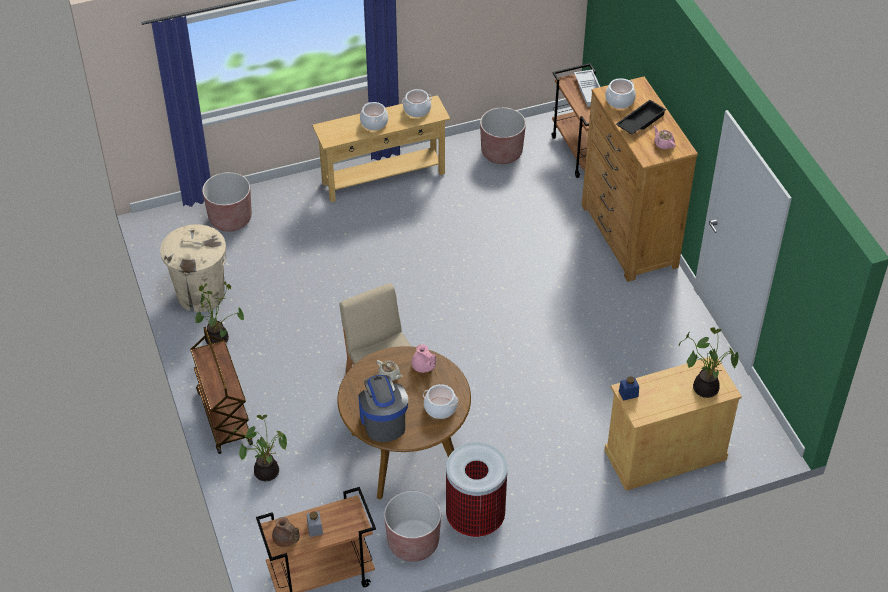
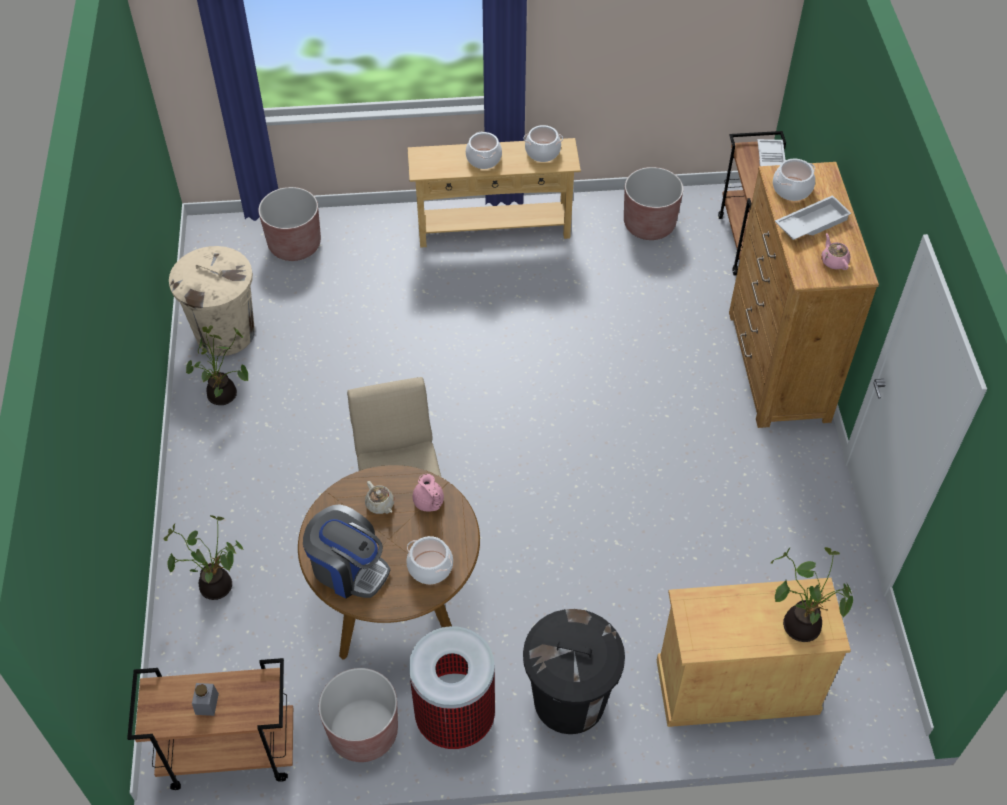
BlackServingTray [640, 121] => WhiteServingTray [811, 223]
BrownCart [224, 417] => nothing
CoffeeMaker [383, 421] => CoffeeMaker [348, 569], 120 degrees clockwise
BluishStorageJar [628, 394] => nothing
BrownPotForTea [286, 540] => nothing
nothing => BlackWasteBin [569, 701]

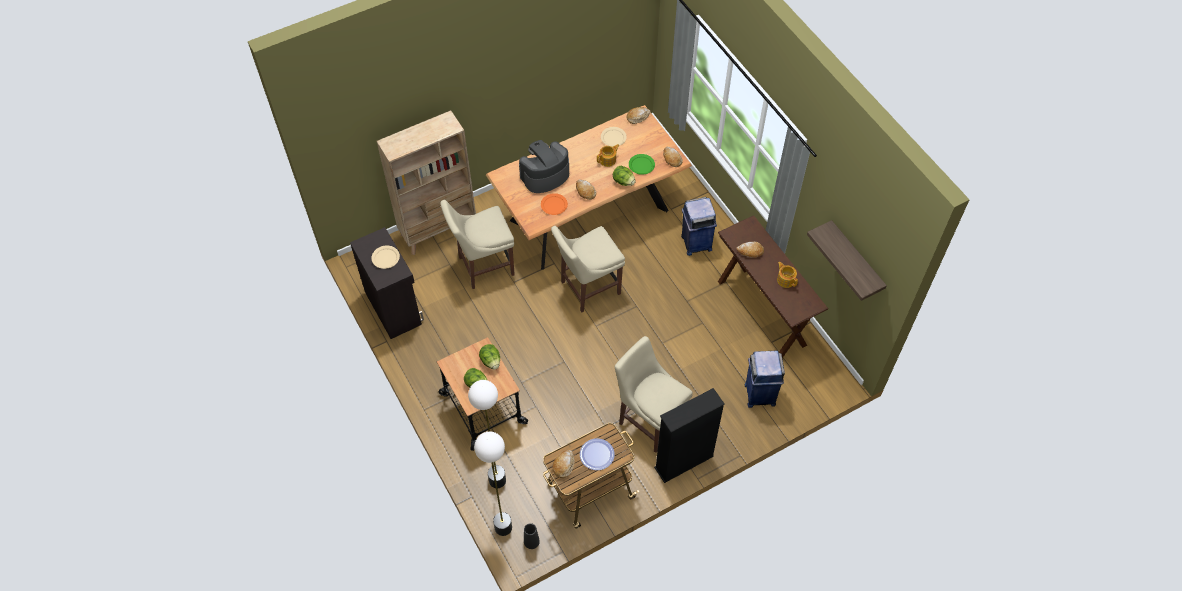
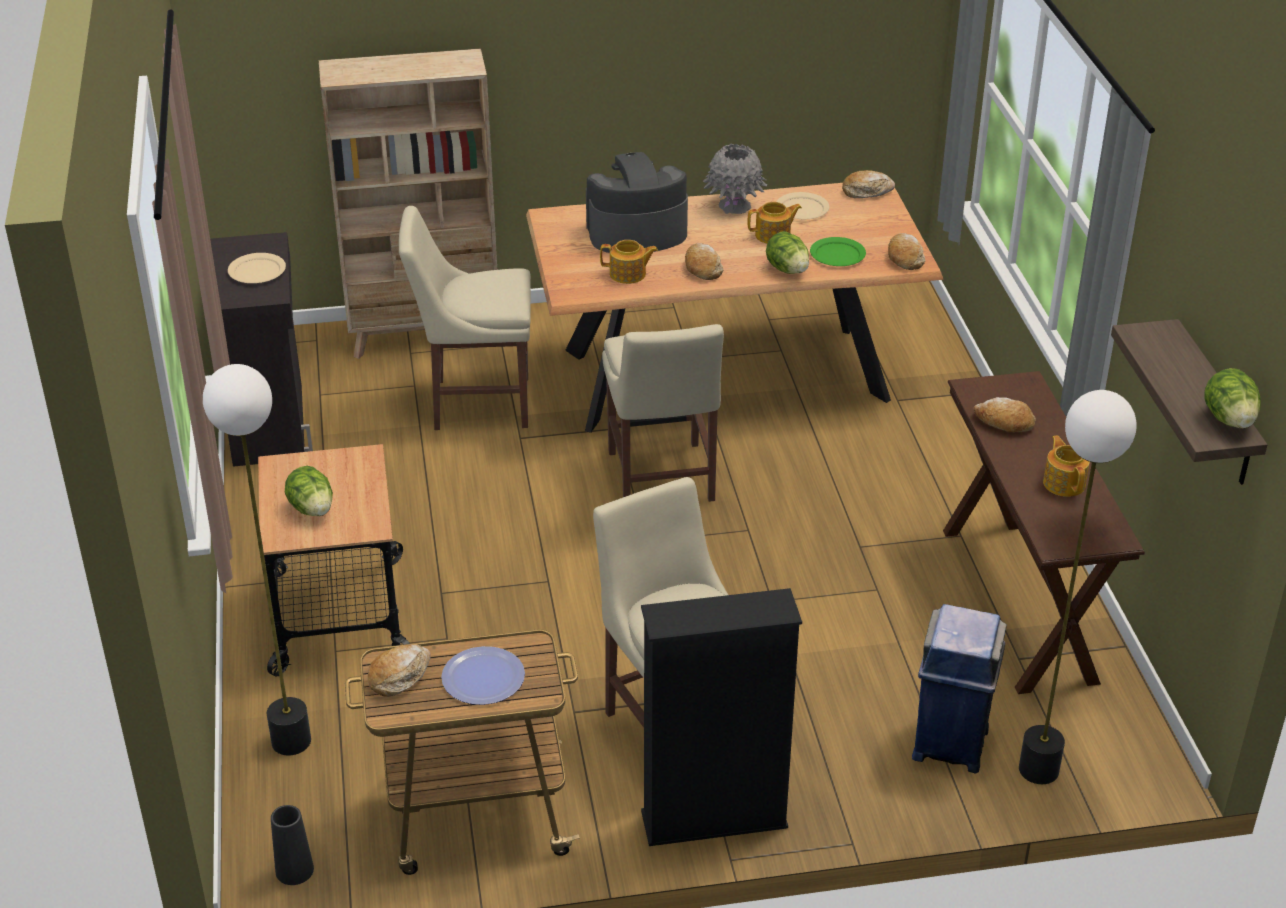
OrangeColouredDinnerPlate [554, 205] => PotForTea [628, 274]
BluishWasteBin [695, 243] => nothing
BeigeChair [587, 288] => BeigeChair [661, 480], 90 degrees counterclockwise
LettuceHead [491, 361] => LettuceHead [1229, 419], move
StandingLamp [503, 528] => StandingLamp [1038, 770], move
nothing => GrayVase [734, 206]

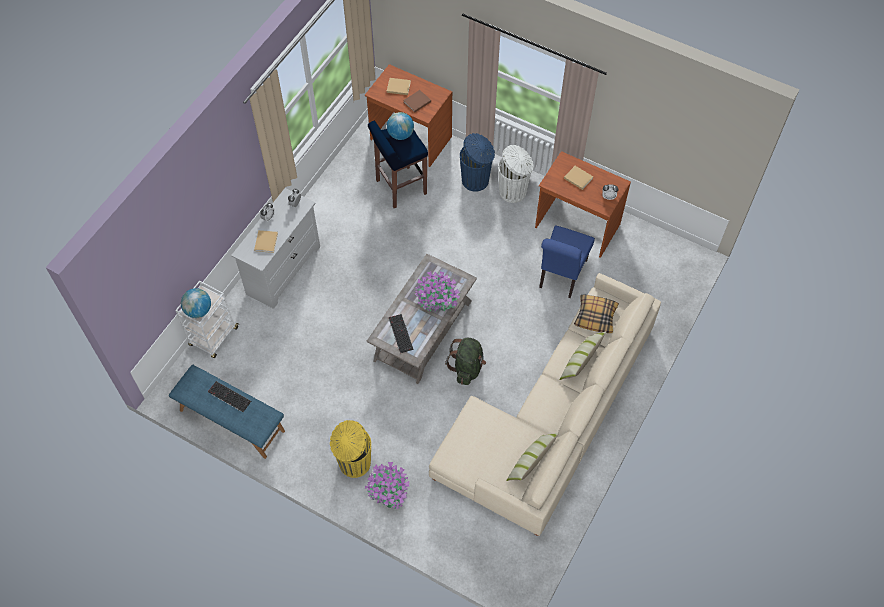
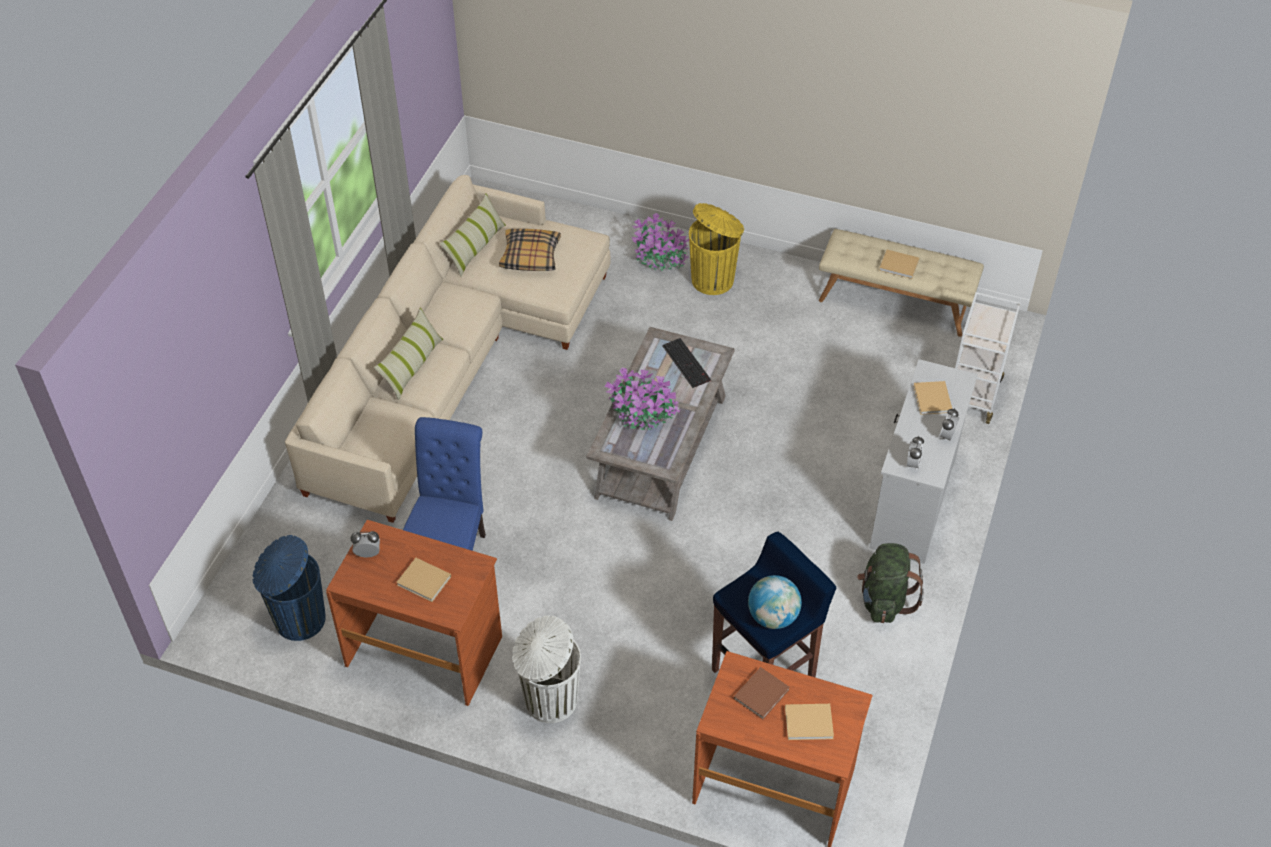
BluishWasteBin [476, 180] => BluishWasteBin [298, 619], move
Globe [198, 310] => nothing
Cushion [595, 316] => Cushion [530, 256], move
GreenColouredBackpack [467, 367] => GreenColouredBackpack [884, 600], move
BluishBench [231, 421] => BeigeBench [895, 302]
ComputerKeyboard [228, 397] => BeigeVolume [900, 265]

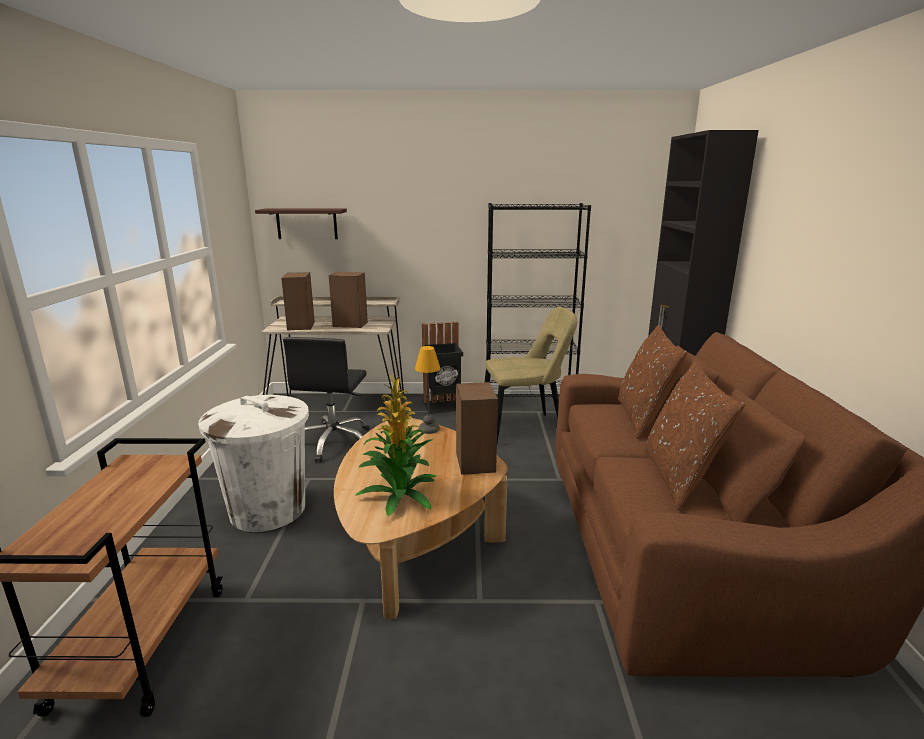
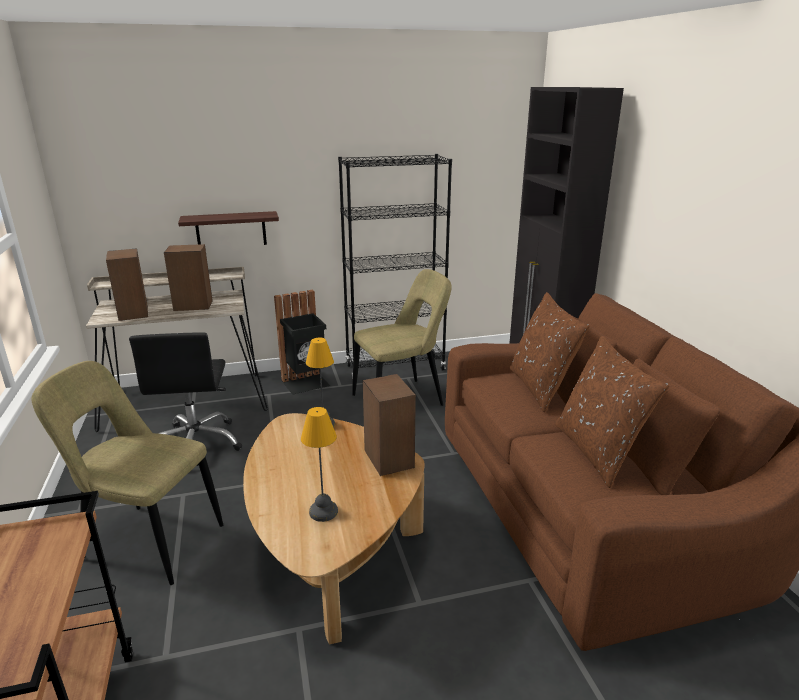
BracketShelf [306, 223] => BracketShelf [231, 230], move
PlantInAPot [398, 494] => TableLamp [324, 511]
WhiteWasteBin [268, 509] => BeigeChair [148, 541]

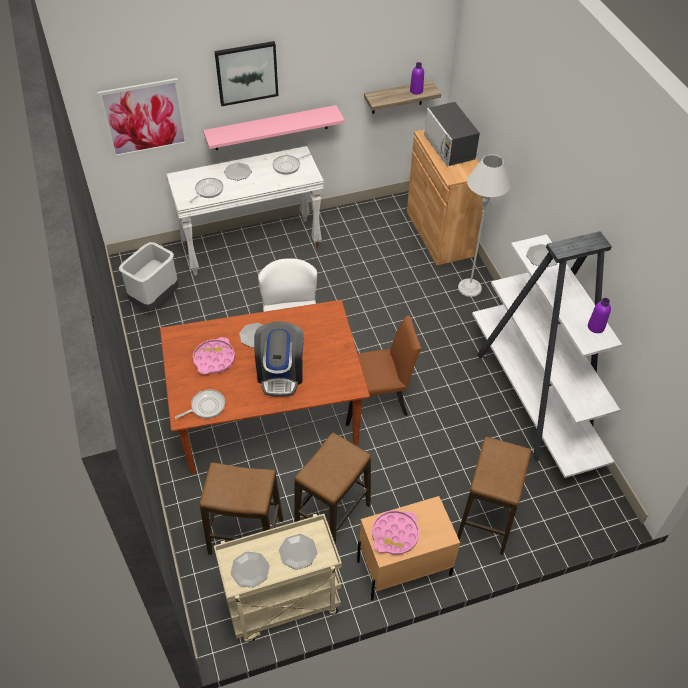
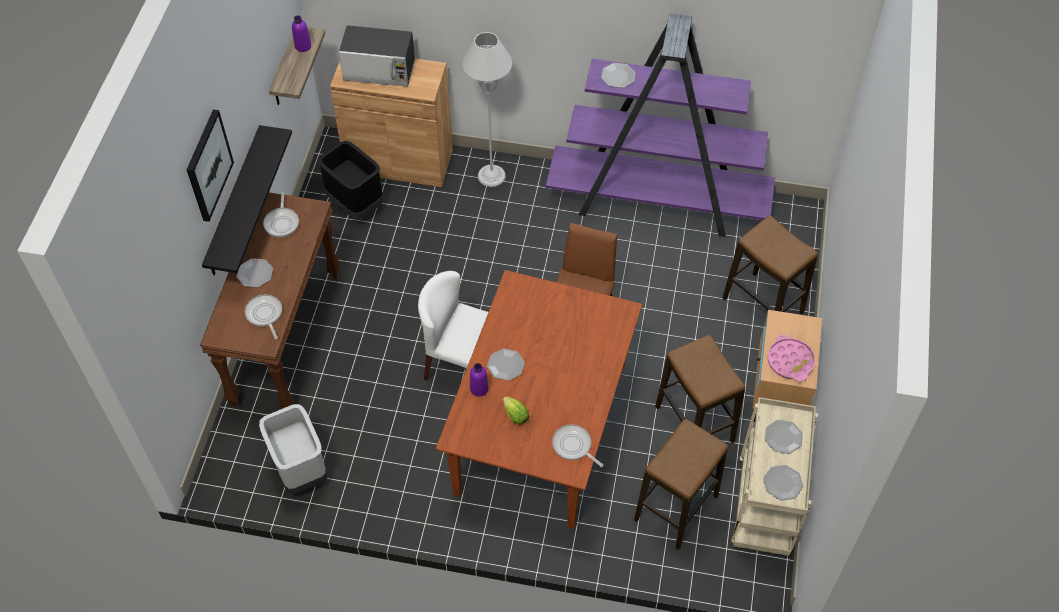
WallArt [144, 118] => nothing
PinkColouredBracketShelf [271, 128] => BlackBracketShelf [234, 203]
WhiteHallTable [252, 245] => BrownHallTable [286, 338]
WhiteShelvingUnit [533, 400] => PurpleShelvingUnit [658, 201]
PurpleBeverageBottle [596, 327] => PurpleBeverageBottle [479, 389], move
CoffeeMaker [280, 373] => nothing
PinkColouredServingTray [214, 359] => LettuceHead [514, 414]
Pan [205, 406] => Pan [573, 446], 45 degrees counterclockwise
nothing => BlackWasteBin [355, 205]

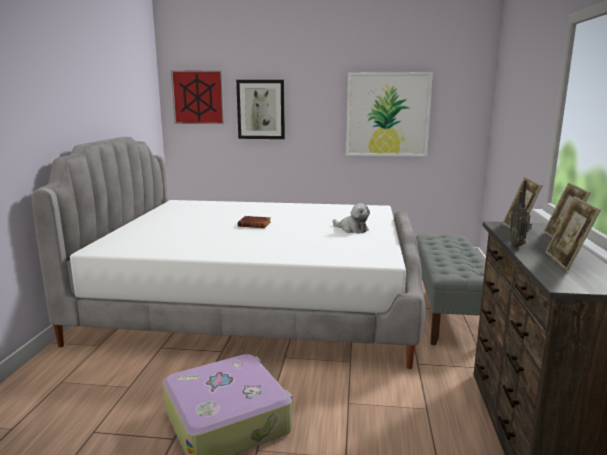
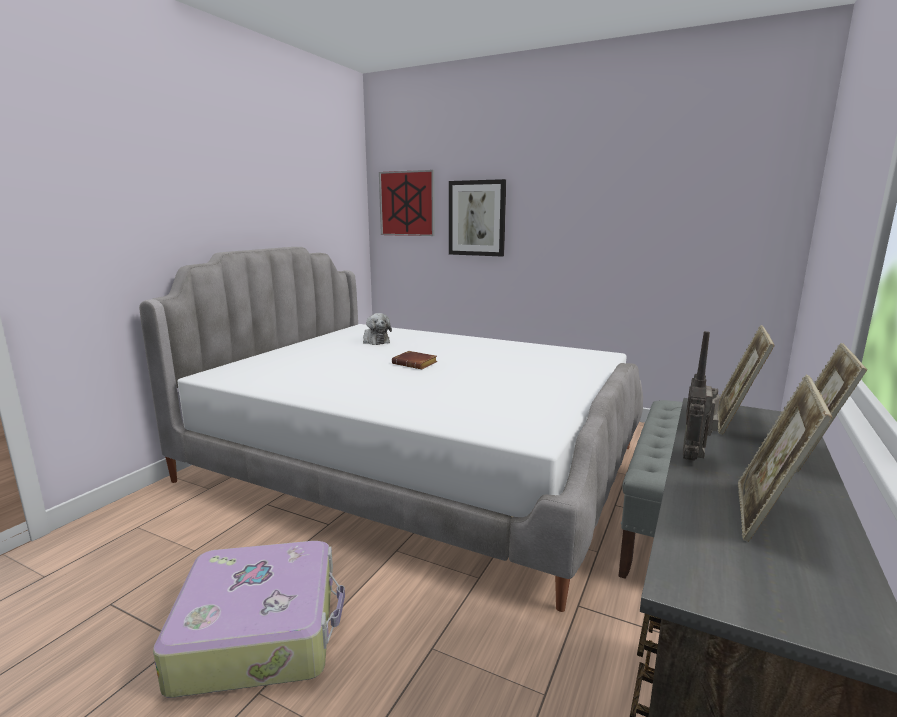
WallArt [387, 114] => nothing
CuddlyToy [352, 229] => CuddlyToy [375, 341], move

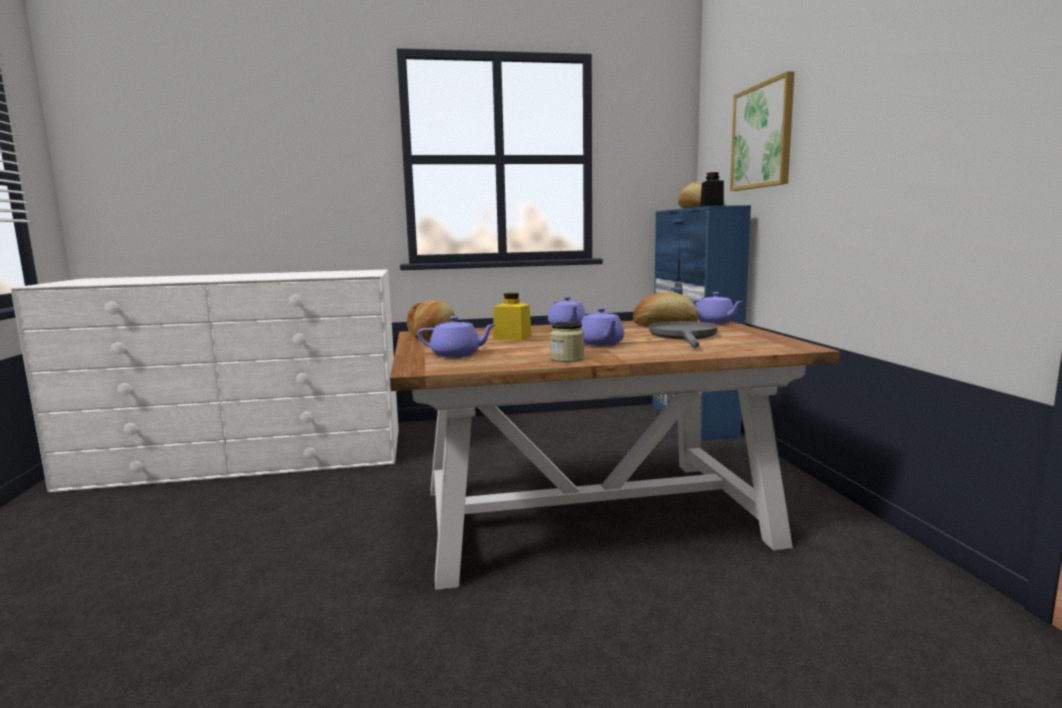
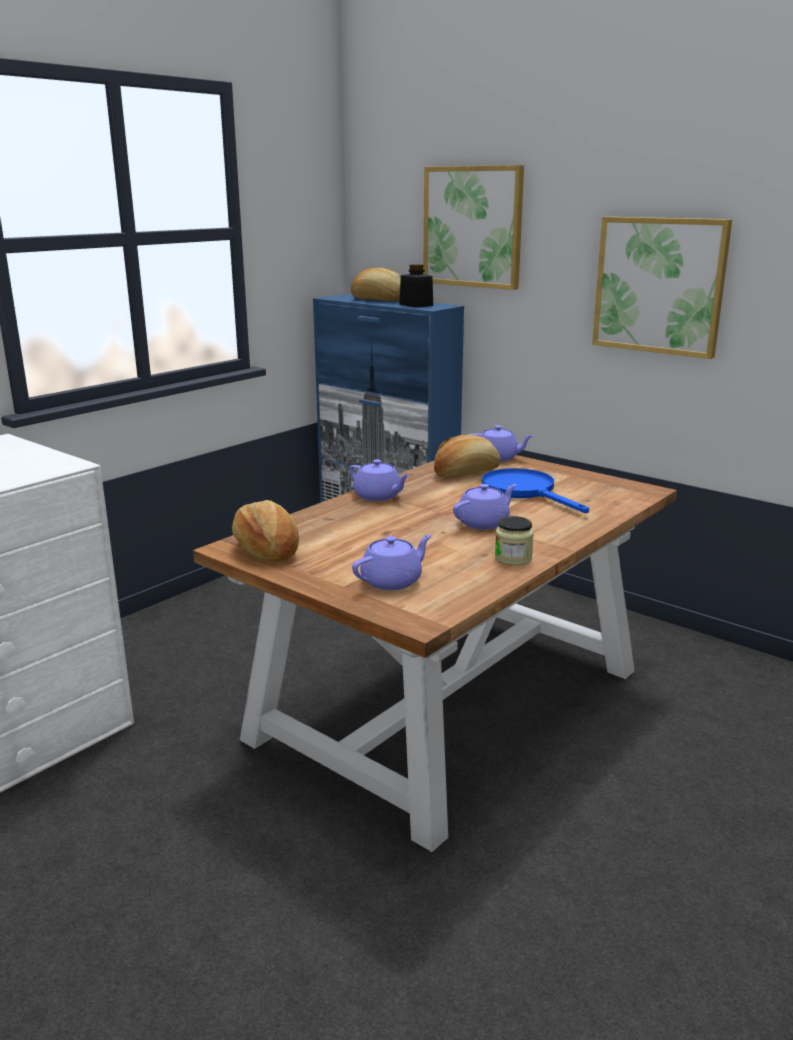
YellowStorageJar [512, 337] => nothing
PurplePotForTea [601, 344] => PurplePotForTea [484, 523], 75 degrees counterclockwise
GrayPan [684, 336] => BluishPan [525, 491]
nothing => WallArt [659, 285]

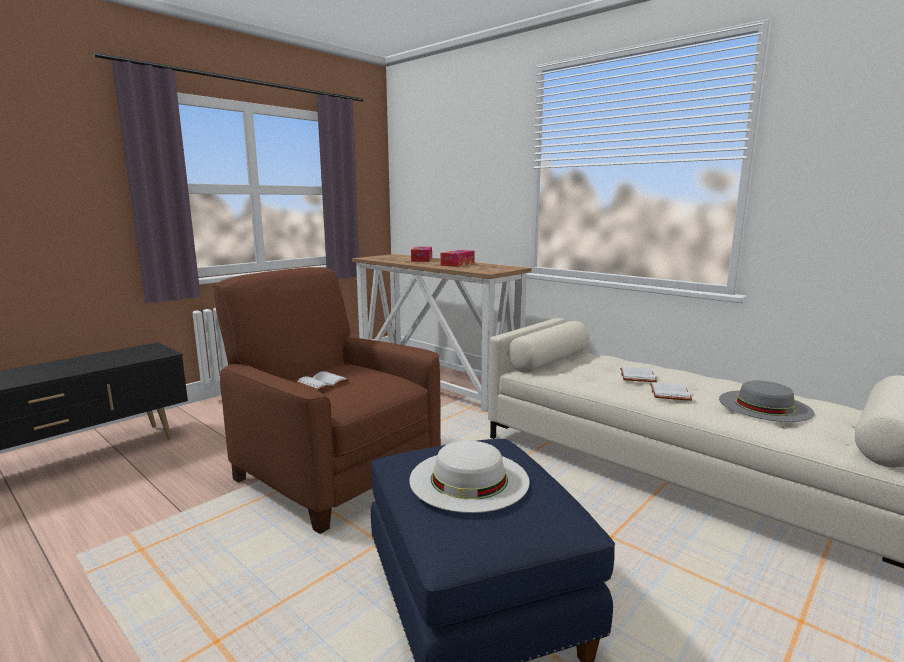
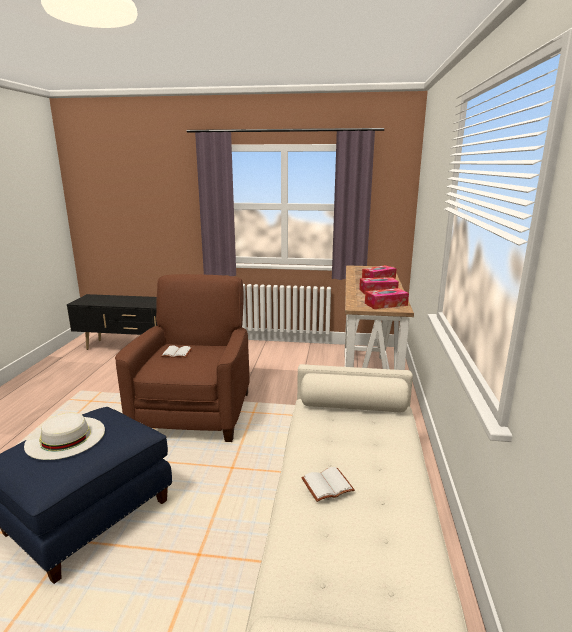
WhiteVolume [638, 376] => nothing
GrayWearableHat [765, 405] => nothing
nothing => TissueHolder [386, 304]

